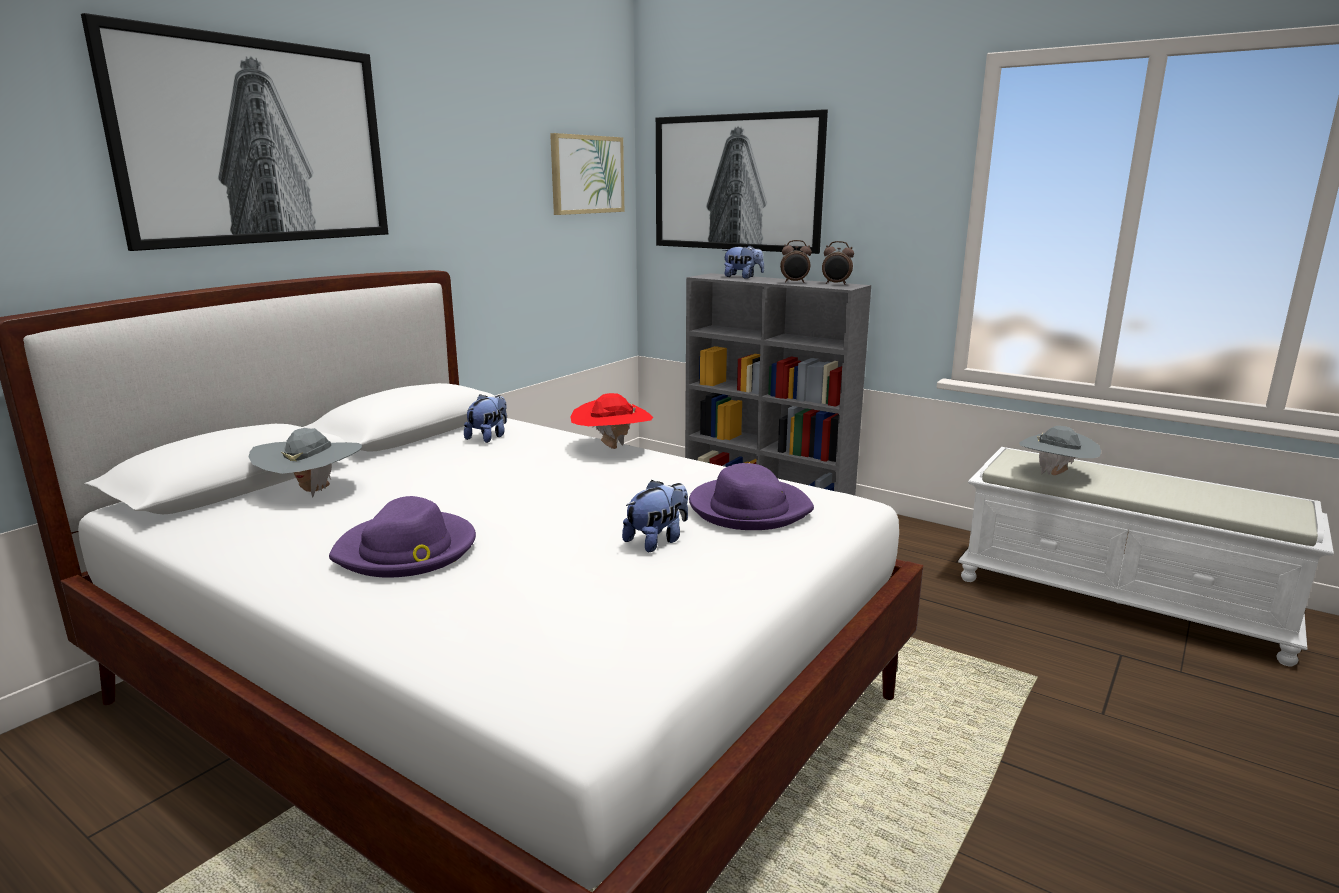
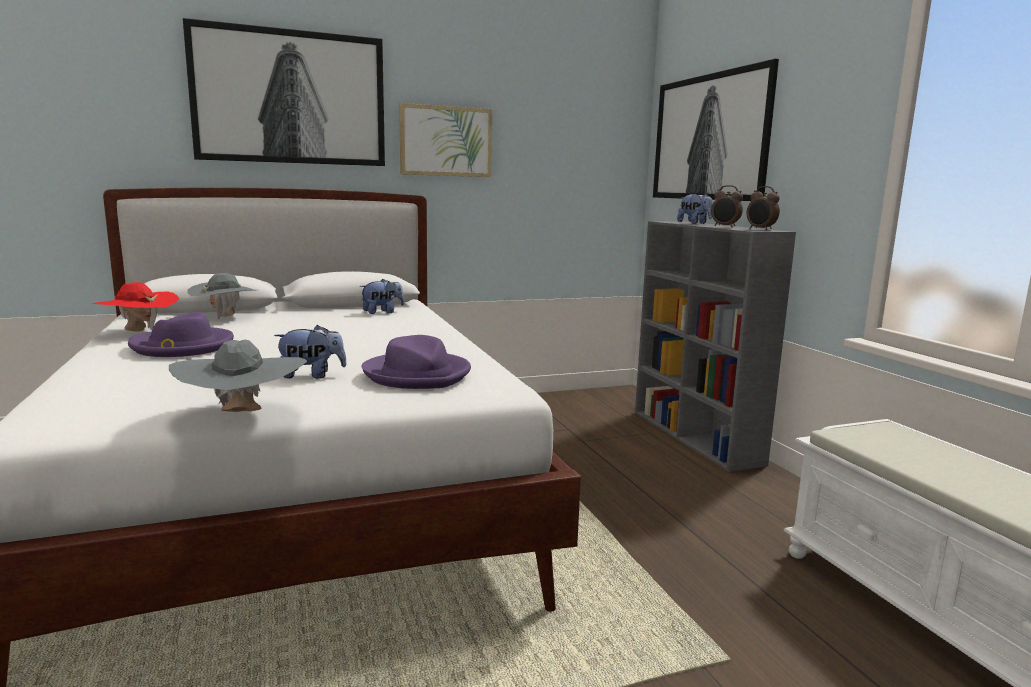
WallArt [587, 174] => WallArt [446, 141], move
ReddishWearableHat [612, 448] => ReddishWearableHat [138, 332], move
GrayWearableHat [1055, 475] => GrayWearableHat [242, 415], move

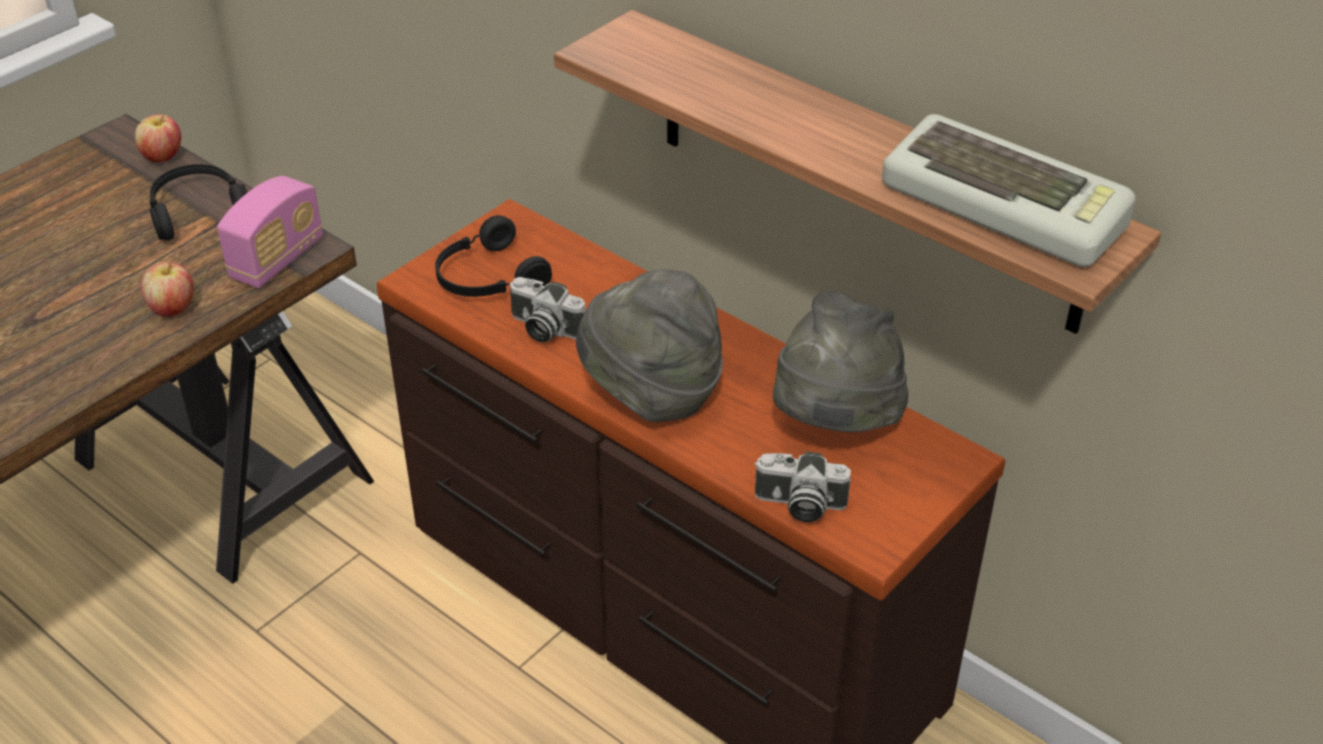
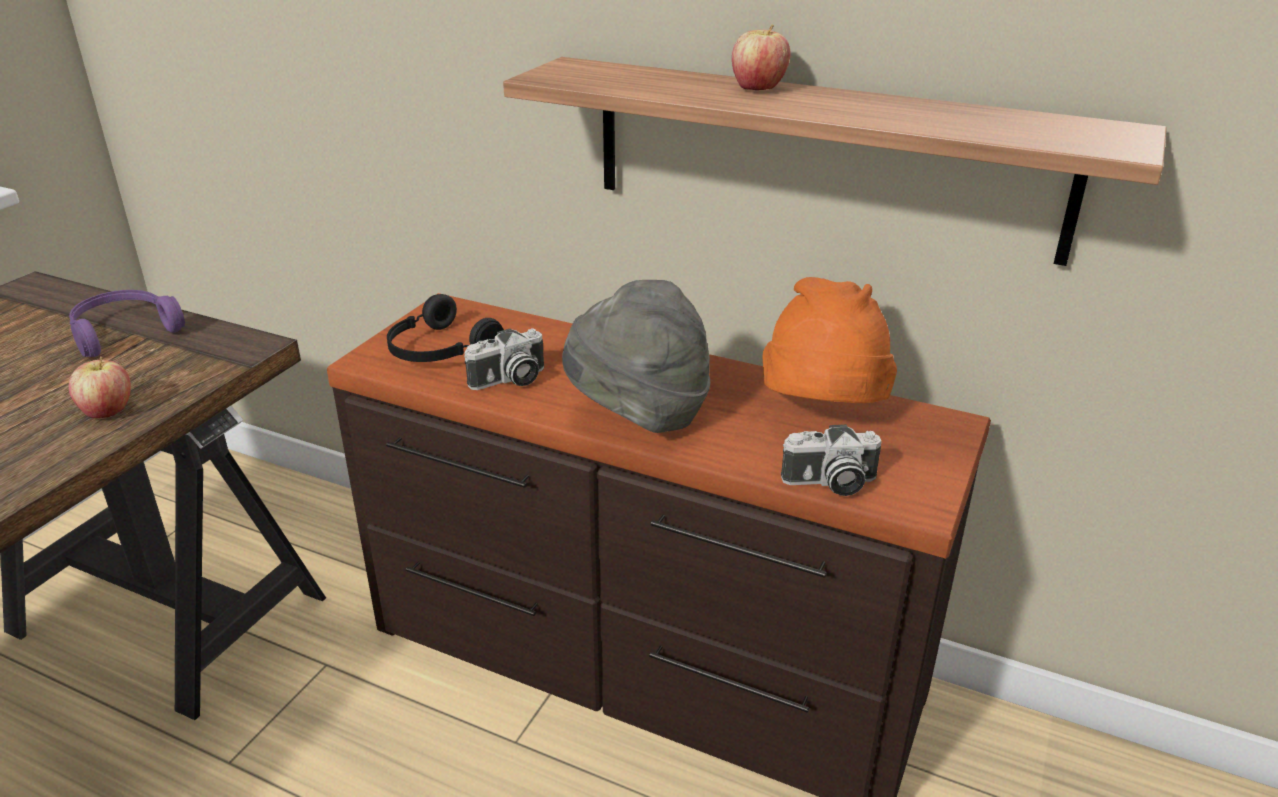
ComputerKeyboard [1007, 205] => nothing
AppleFruit [163, 157] => AppleFruit [758, 89], move
BlackHeadphones [197, 210] => PurpleHeadphones [123, 331]
Radio [277, 259] => nothing
PhotoCamera [543, 329] => PhotoCamera [509, 380], 45 degrees counterclockwise
GrayWearableHat [834, 422] => OrangeColouredWearableHat [822, 413]

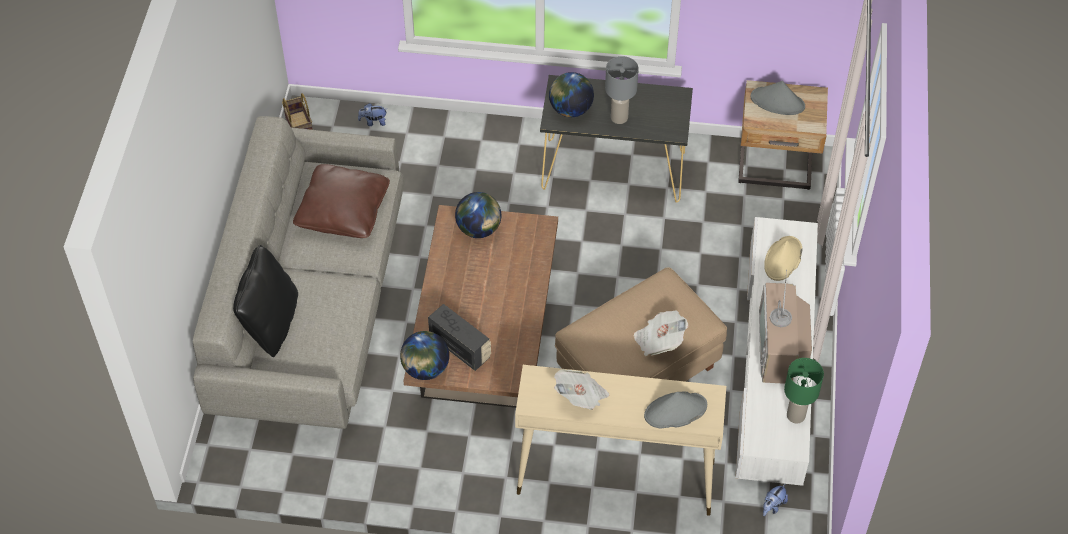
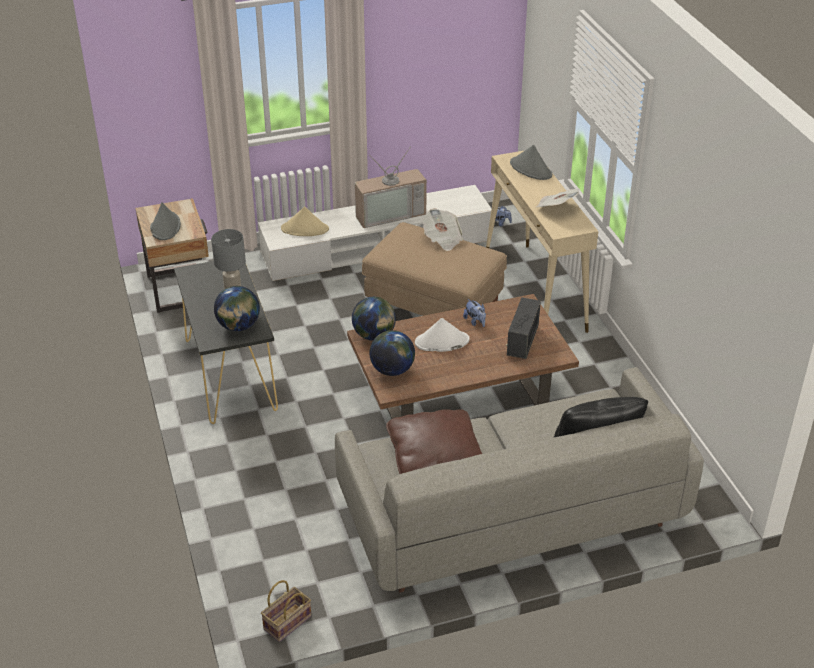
CuddlyToy [373, 122] => CuddlyToy [475, 322], move
Globe [425, 369] => Globe [374, 335], move
GreenColouredTableLamp [796, 415] => nothing
nothing => WhiteWearableHat [441, 342]

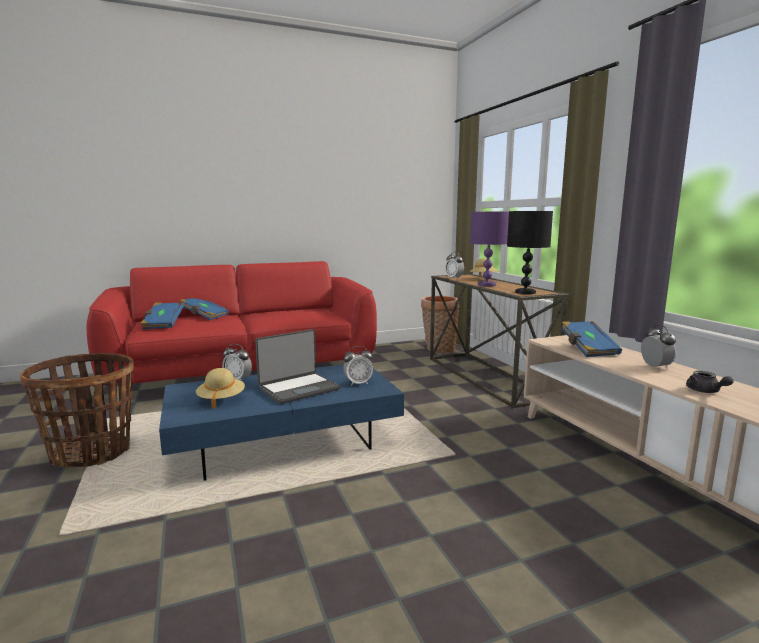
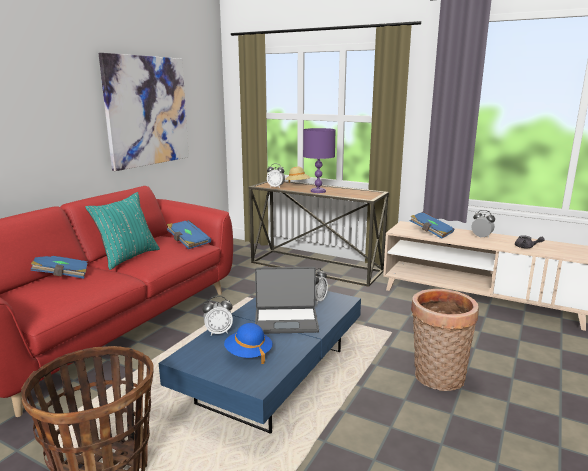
BlackTableLamp [524, 292] => nothing
Basket [438, 349] => Basket [437, 379], move
BluishVolume [163, 324] => BluishVolume [188, 242], move
PortableComputer [298, 389] => PortableComputer [286, 321], 75 degrees clockwise
BeigeWearableHat [221, 399] => BluishWearableHat [248, 354]
nothing => WallArt [147, 111]
nothing => BlueGreenCushion [127, 258]

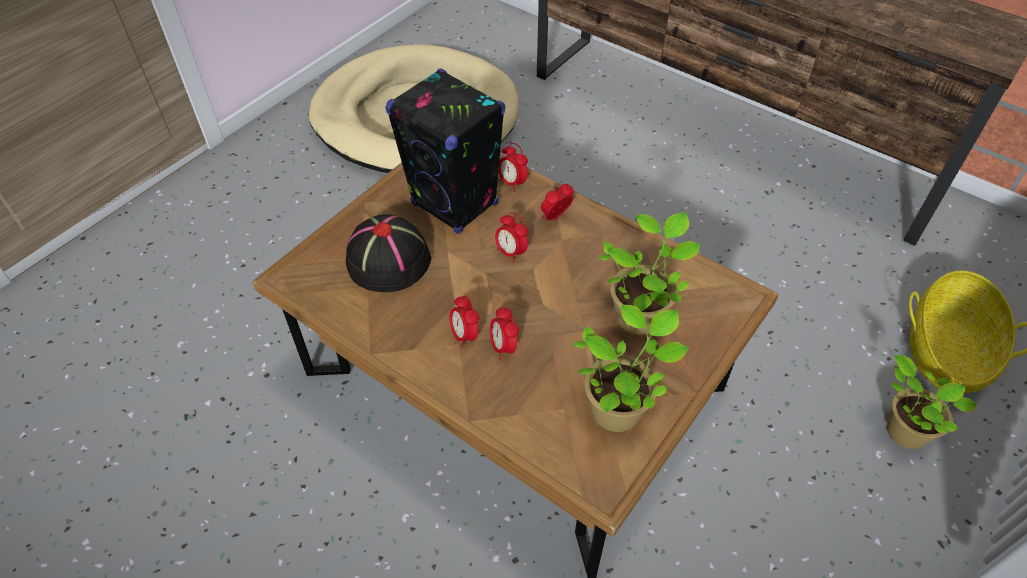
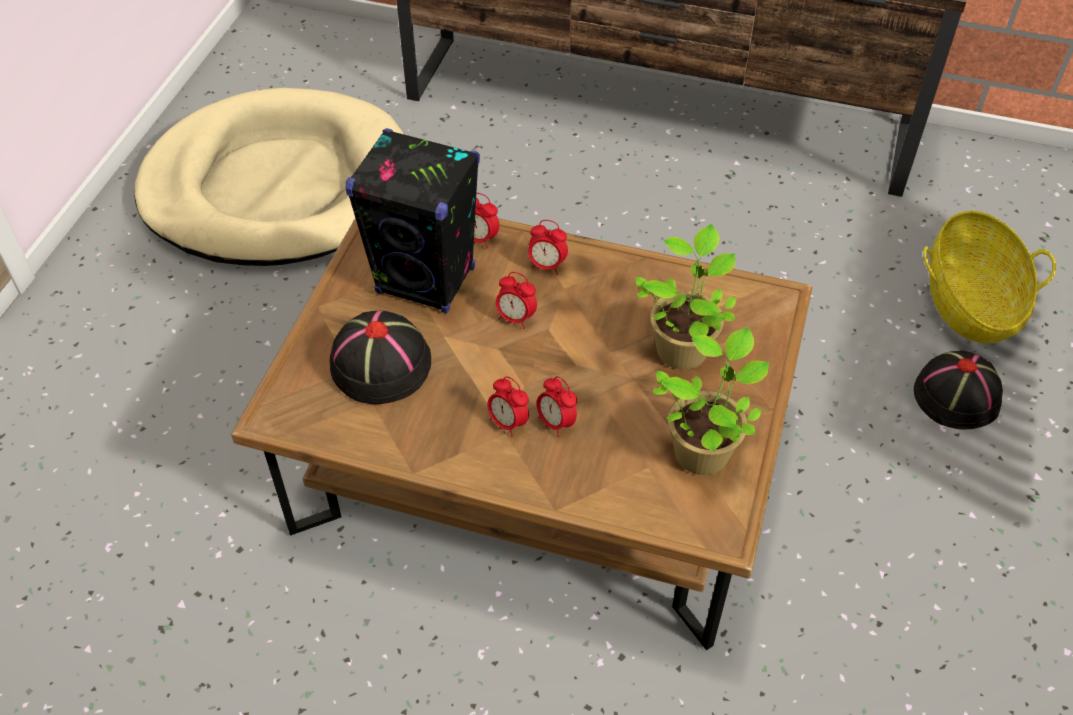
TableClock [556, 217] => TableClock [546, 266], 105 degrees counterclockwise
PlantInAPot [902, 430] => BlackWearableHat [957, 396]

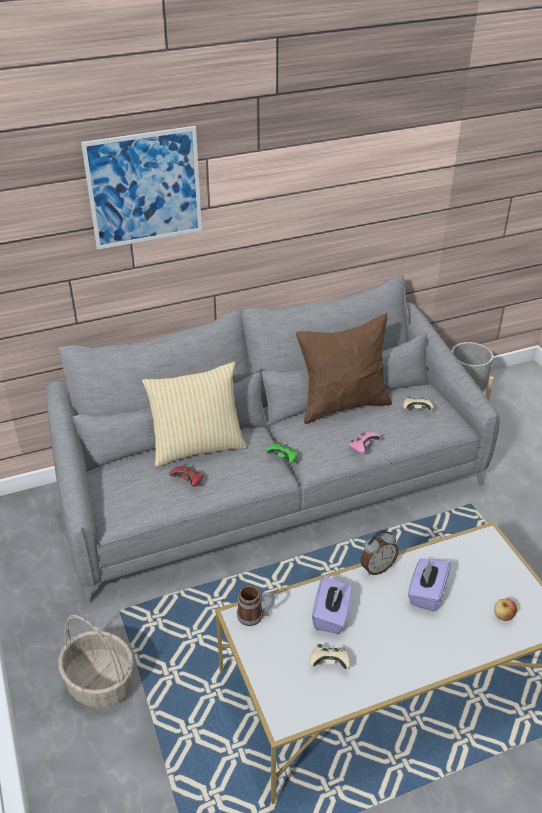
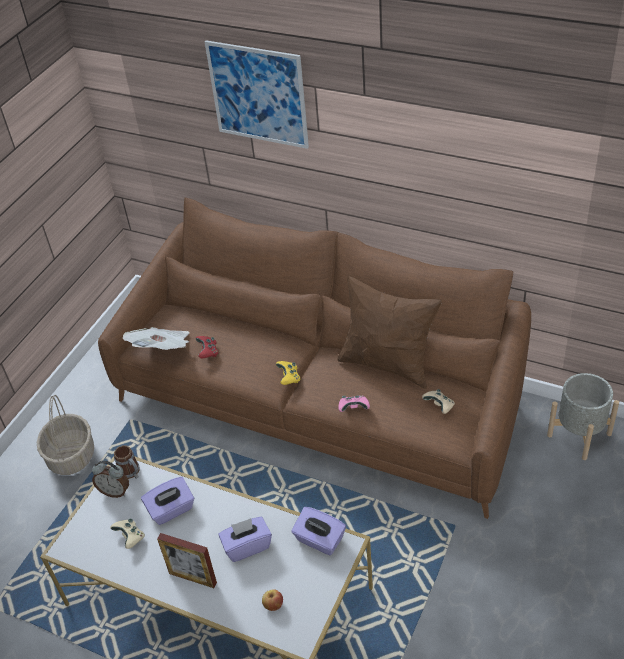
GraySettee [270, 487] => BrownSettee [320, 401]
Cushion [197, 446] => nothing
GreenColouredGameController [283, 459] => YellowGameController [289, 378]
TableClock [377, 568] => TableClock [115, 491], move
nothing => Newspaper [162, 350]
nothing => PurpleTissueHolder [319, 540]
nothing => PictureFrame [192, 578]

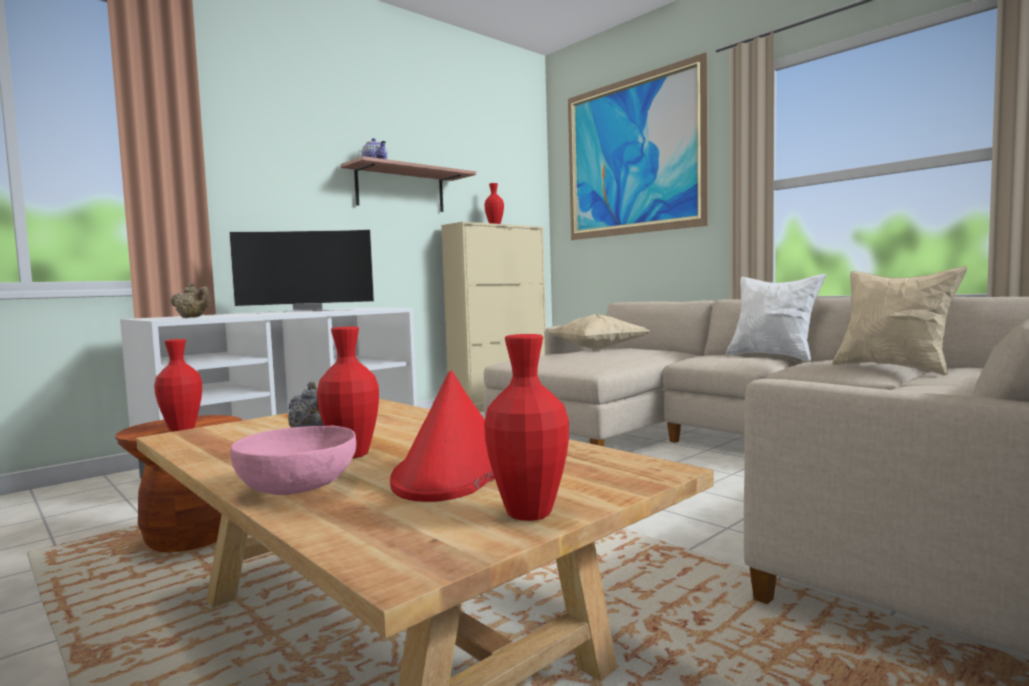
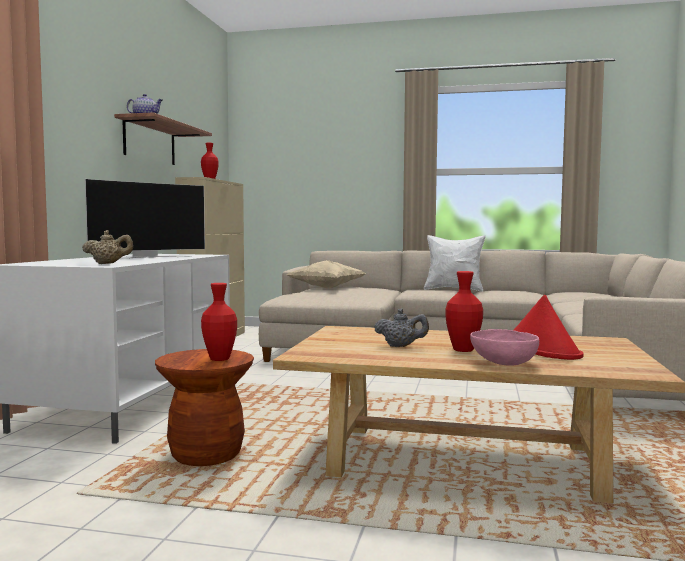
WallArt [632, 156] => nothing
BeigeCushion [894, 368] => nothing
ReddishVase [529, 514] => nothing

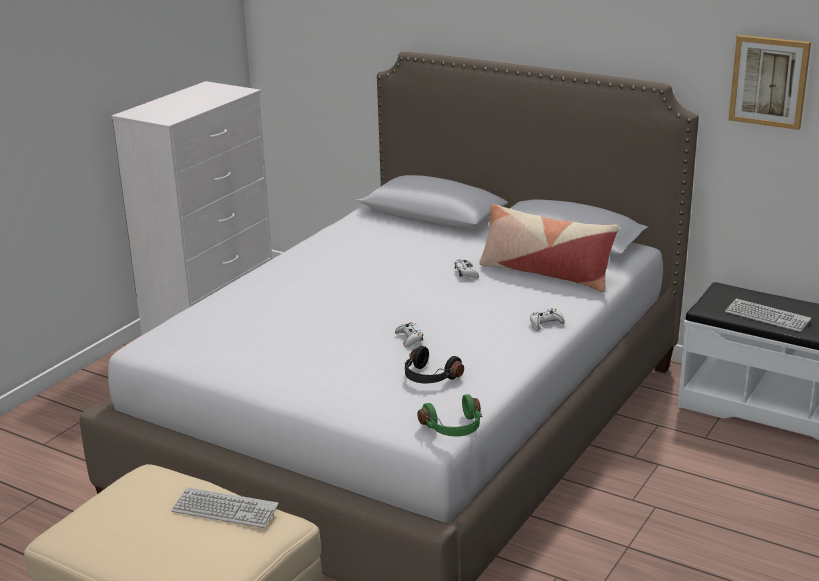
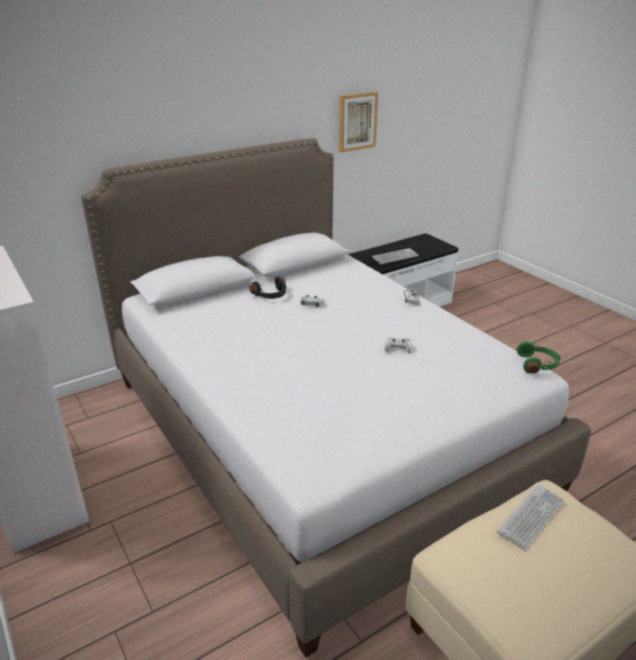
Cushion [545, 273] => nothing
BlackHeadphones [429, 377] => BlackHeadphones [271, 295], move

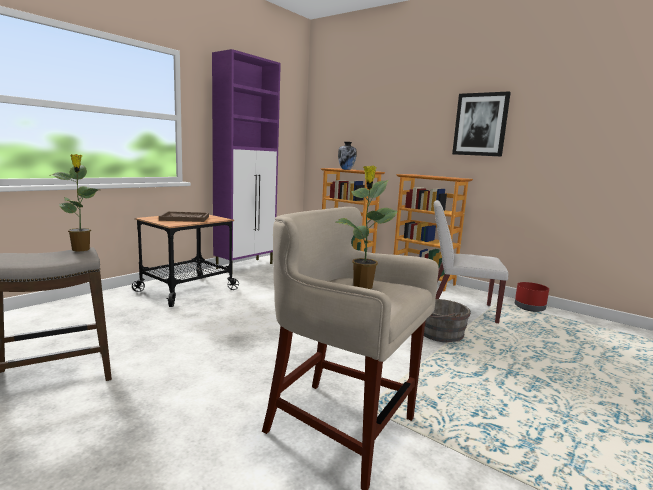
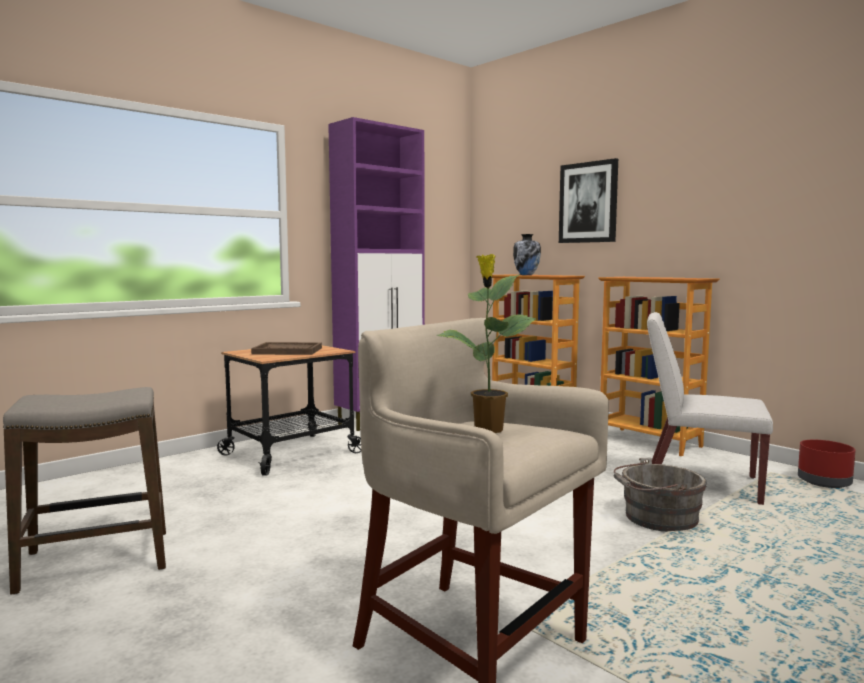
WallArt [480, 124] => WallArt [588, 202], move
PlantInAPot [81, 249] => nothing

